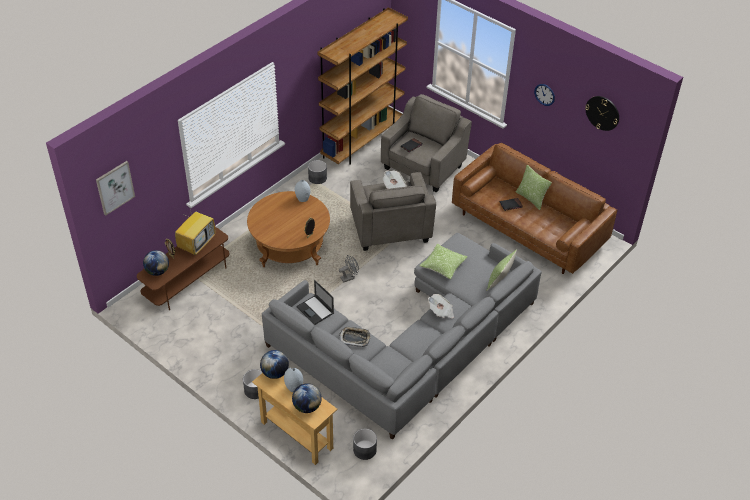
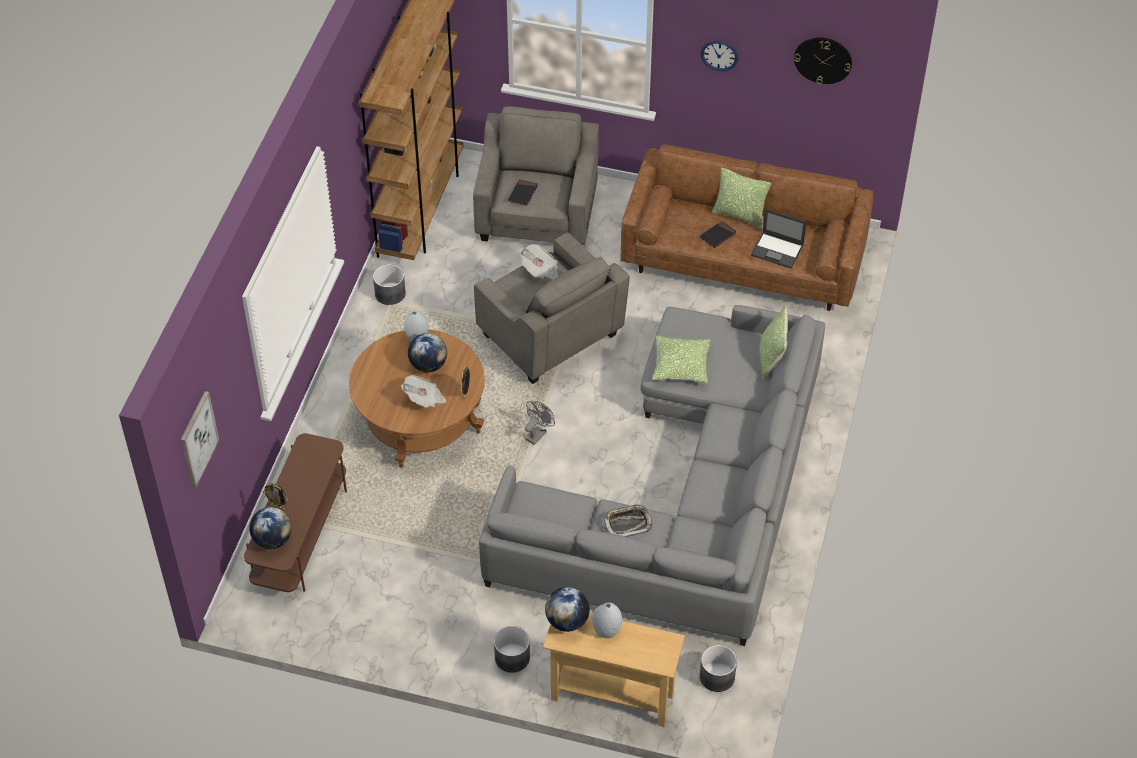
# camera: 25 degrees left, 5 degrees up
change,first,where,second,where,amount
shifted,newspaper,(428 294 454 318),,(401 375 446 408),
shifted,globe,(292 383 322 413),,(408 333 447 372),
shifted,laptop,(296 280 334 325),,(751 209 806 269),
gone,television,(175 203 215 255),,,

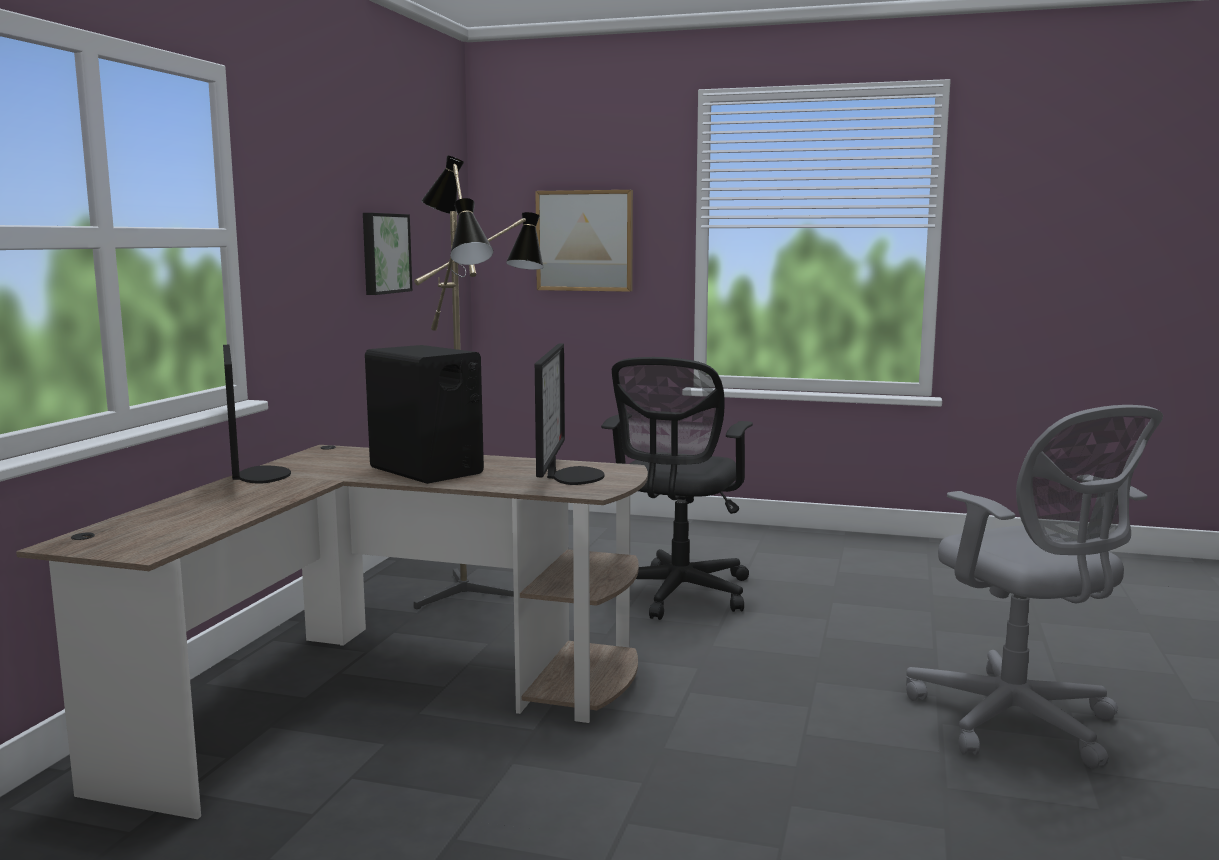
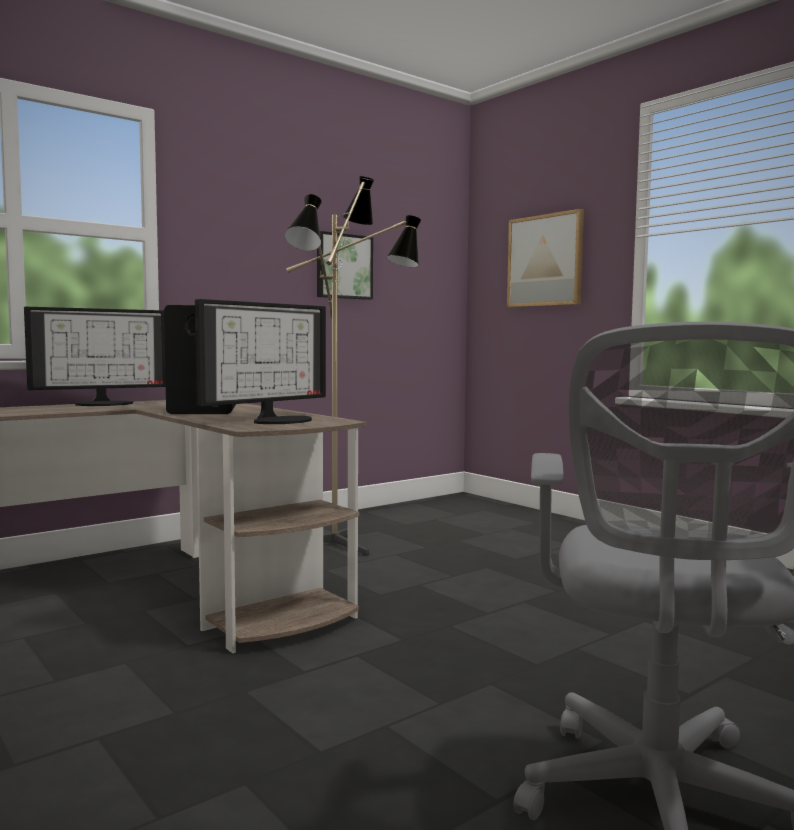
# camera: 35 degrees right, 5 degrees down
change,first,where,second,where,amount
rotated,monitor,(223 345 291 484),,(24 307 166 406),45 degrees clockwise
gone,office chair in black,(601 357 753 620),,,

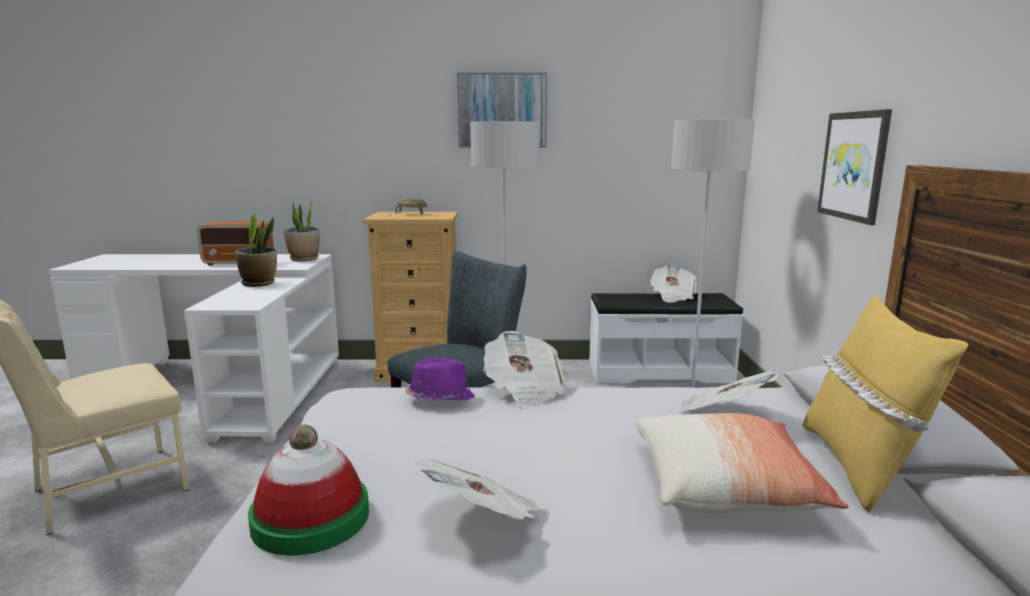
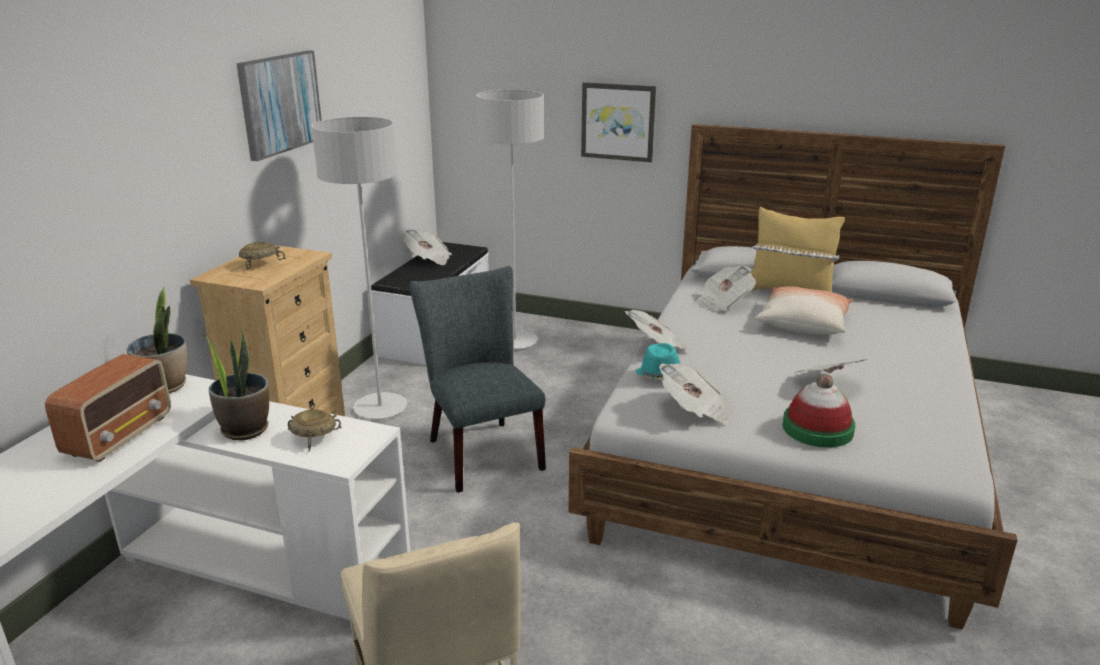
# camera: 70 degrees left, 10 degrees up
change,first,where,second,where,amount
new,,,bowl in beige,(288 409 342 452),
repainted,hat in purple,(405 357 474 401),hat in turquoise,(636 343 681 380),
new,,,newspaper,(659 363 729 424),

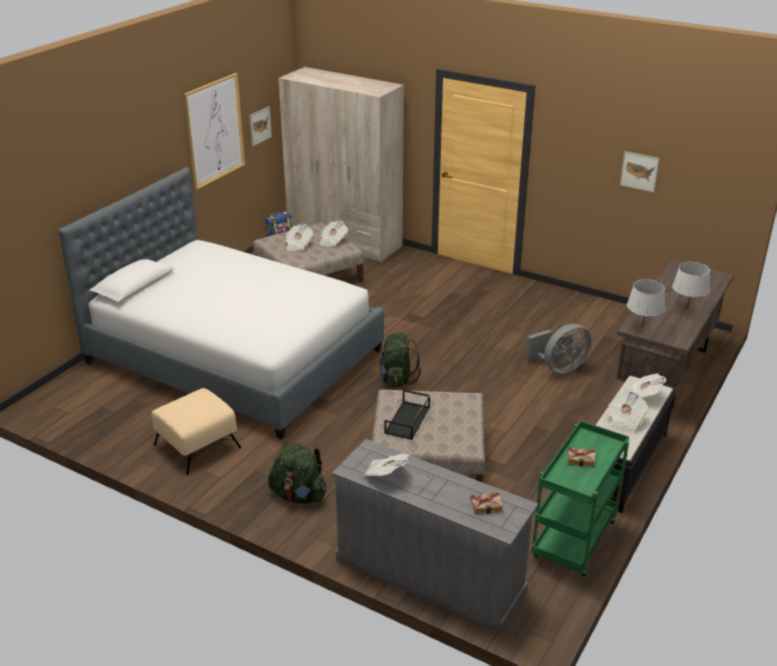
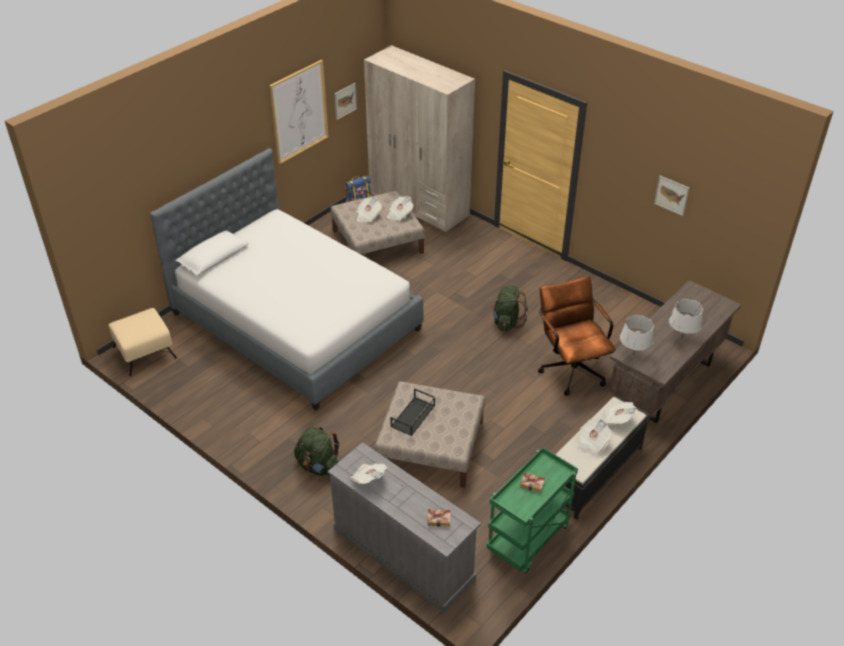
# camera: 10 degrees right, 10 degrees up
change,first,where,second,where,amount
shifted,ottoman in beige,(151 388 241 475),,(108 308 177 376),
shifted,backpack in green,(376 333 421 388),,(490 286 528 331),
swapped,fan in grey,(526 324 592 374),office chair in brown,(538 276 616 396),

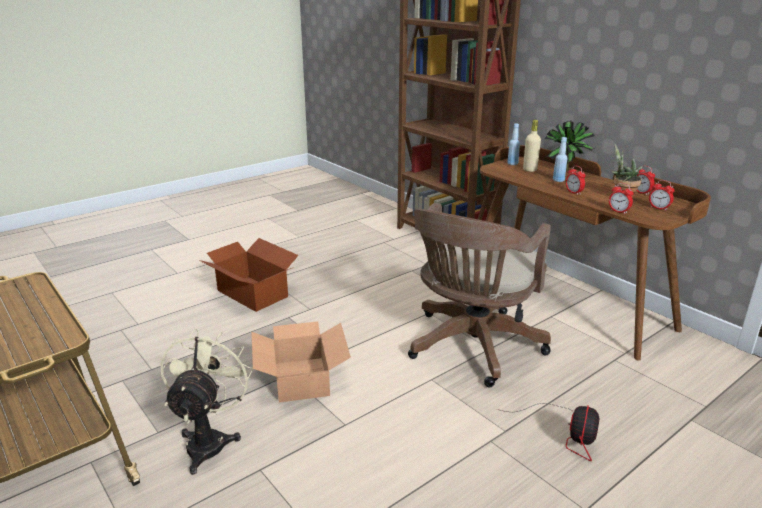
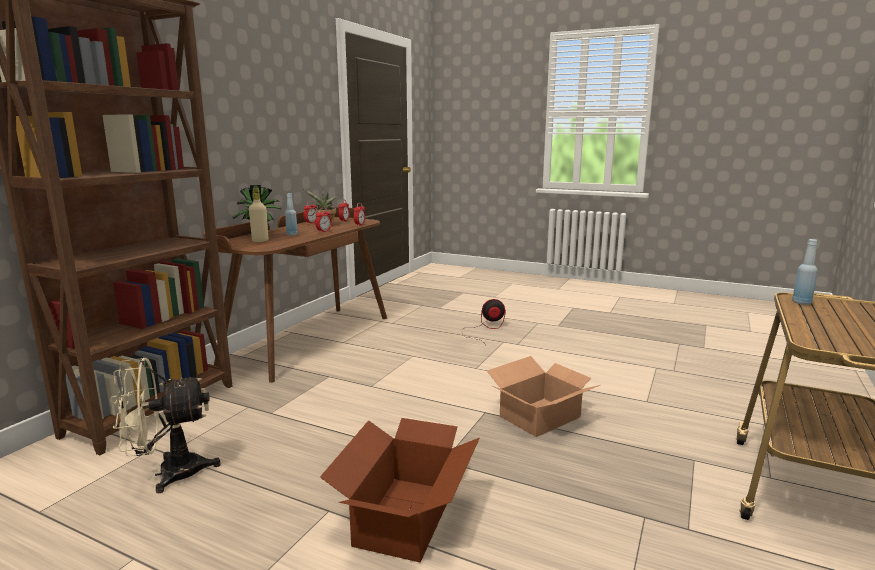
# camera: 115 degrees left, 10 degrees down
change,first,where,second,where,amount
shifted,fan in beige,(160 328 253 475),,(111 358 221 494),
shifted,bottle in blue,(507 123 520 165),,(792 239 818 305),
gone,office chair in brown,(408 203 551 387),,,

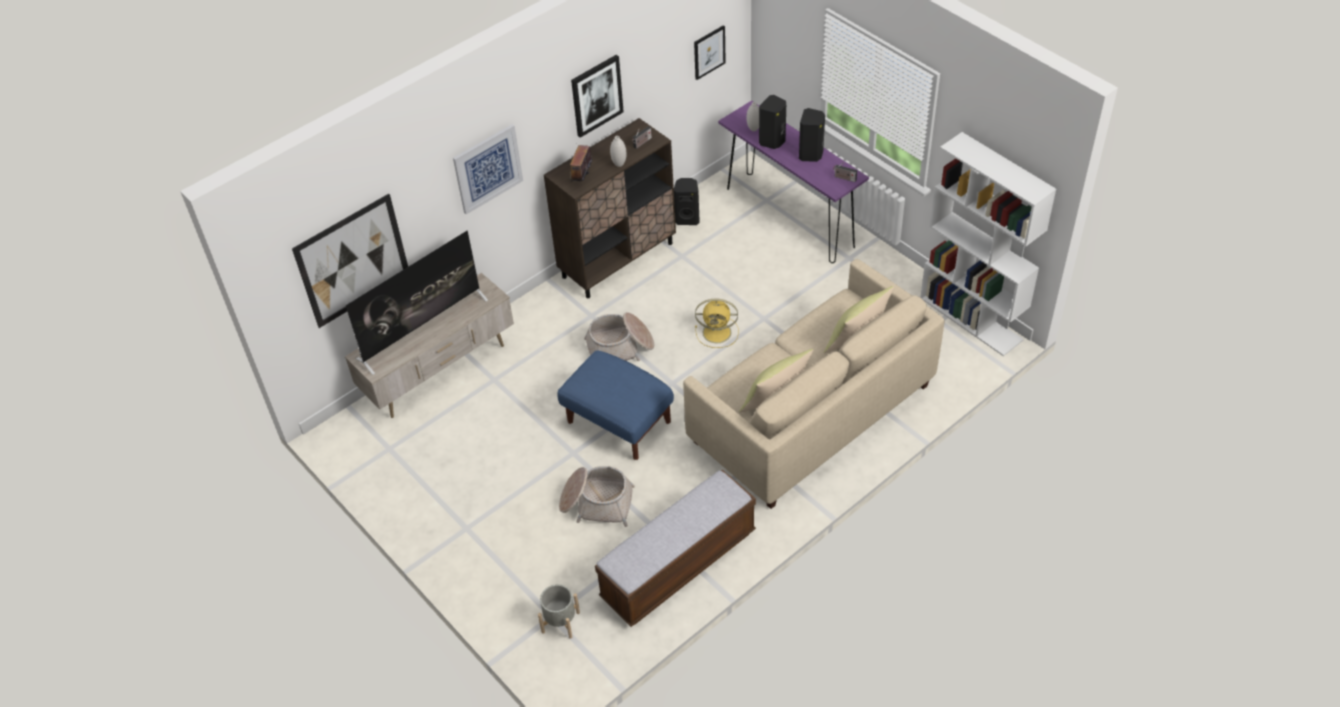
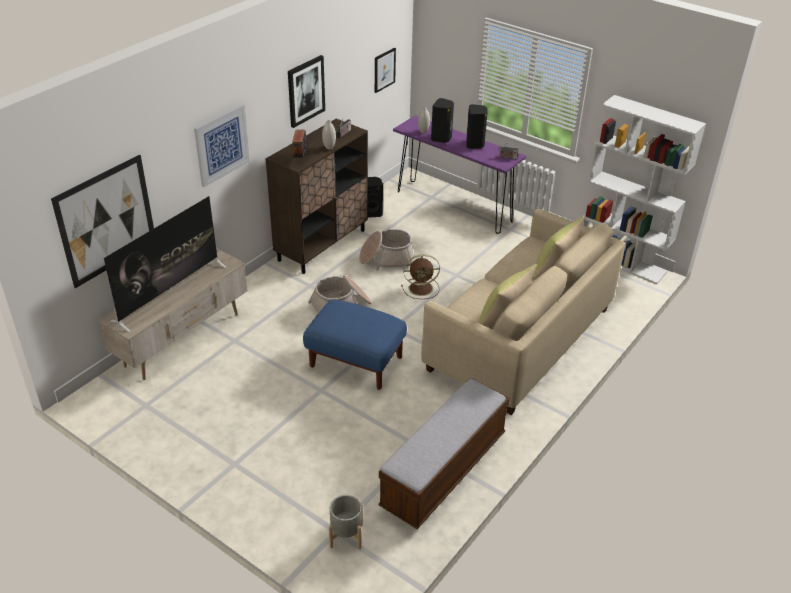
# camera: 15 degrees left, 10 degrees down
change,first,where,second,where,amount
shifted,basket,(559 466 635 527),,(359 229 414 271),
repainted,fan in yellow,(695 299 739 348),fan in brown,(401 254 440 299),

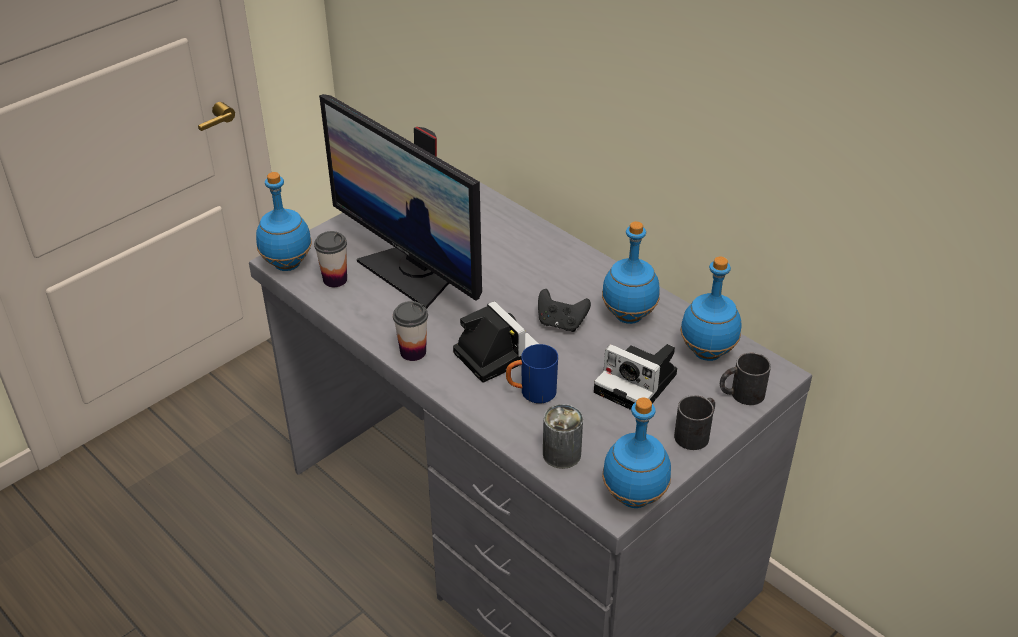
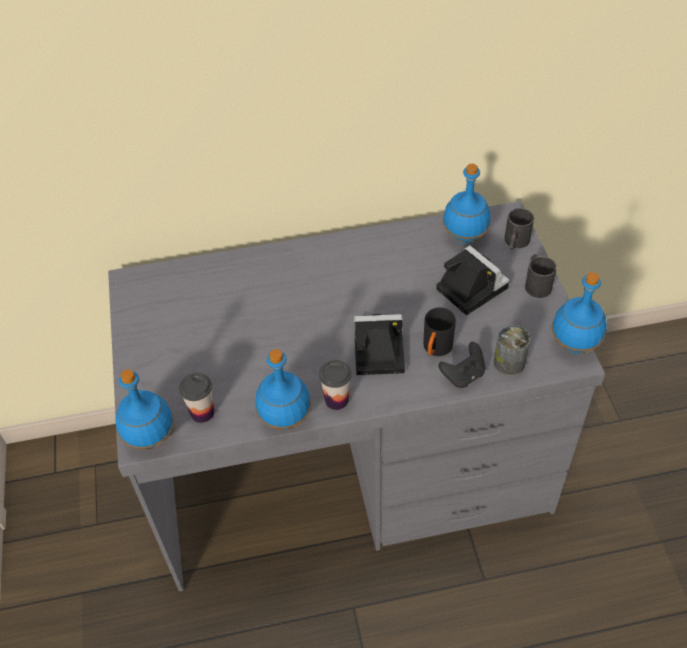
# camera: 55 degrees left, 10 degrees up
change,first,where,second,where,amount
shifted,bottle in blue,(602 221 660 324),,(255 349 311 430),
repainted,mug in blue,(506 344 558 404),mug in black,(423 307 456 356),
rotated,photo camera,(594 344 677 410),,(436 245 510 315),105 degrees counterclockwise
shifted,game controller in black,(538 289 591 332),,(438 342 485 388),
gone,monitor,(319 94 482 309),,,

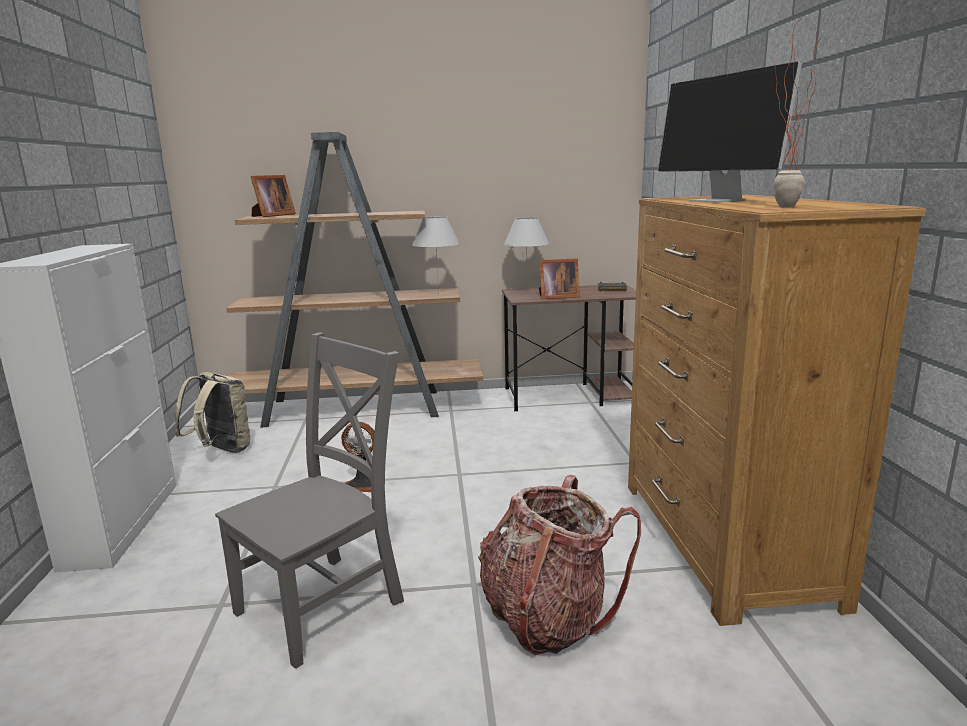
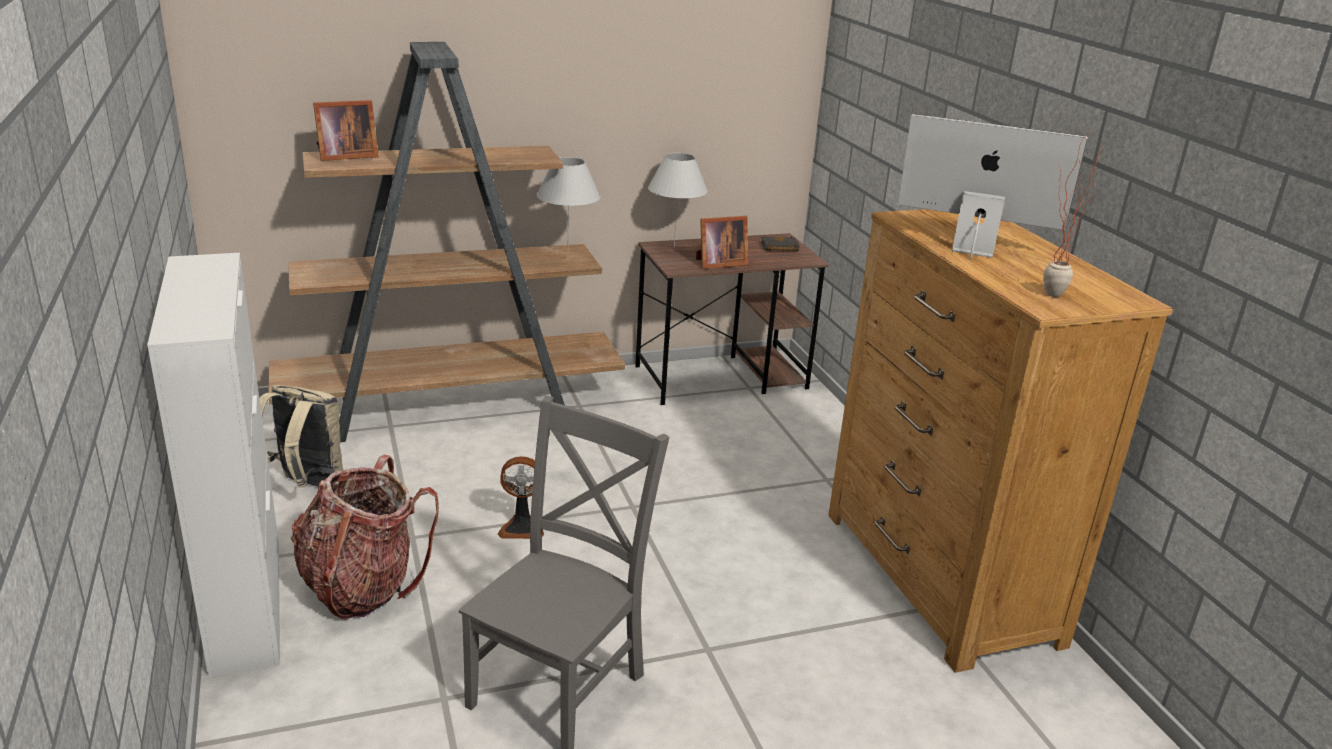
# camera: 15 degrees left, 10 degrees up
change,first,where,second,where,amount
shifted,backpack,(478 475 641 655),,(291 455 439 620),
rotated,picture frame,(251 175 296 217),,(313 100 379 161),45 degrees clockwise
rotated,monitor,(658 61 802 202),,(898 114 1088 259),150 degrees clockwise

